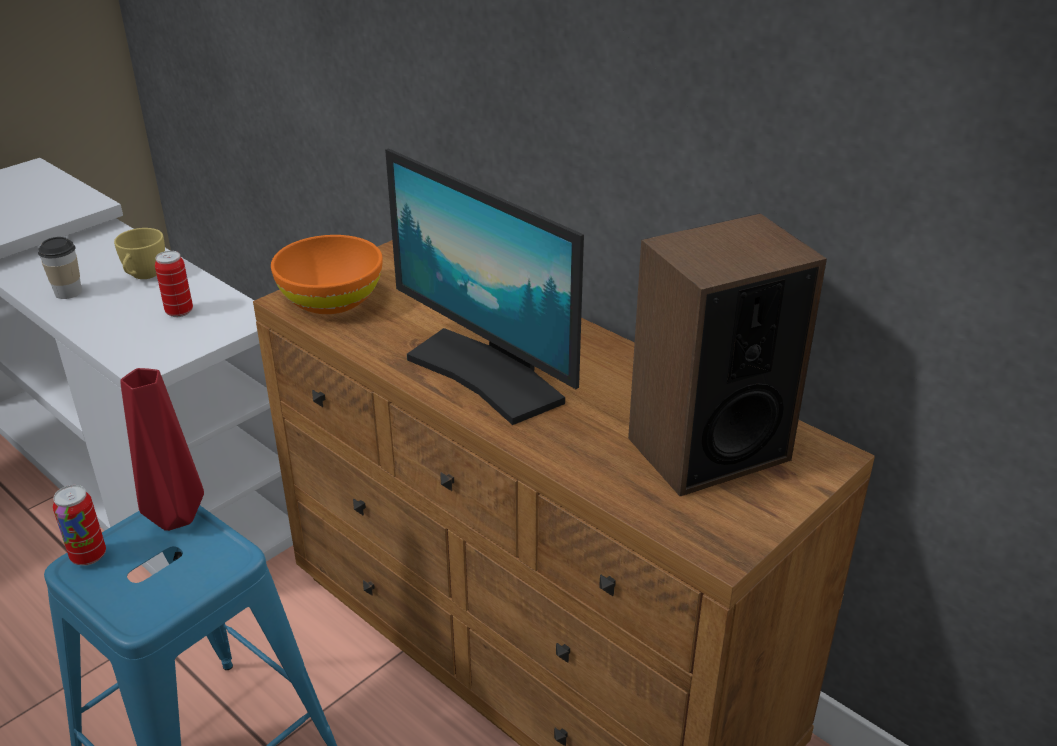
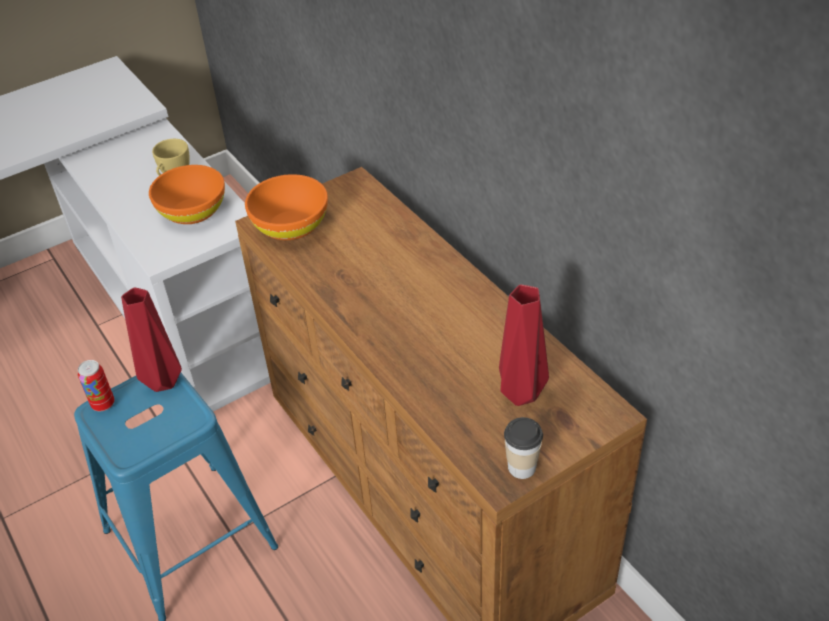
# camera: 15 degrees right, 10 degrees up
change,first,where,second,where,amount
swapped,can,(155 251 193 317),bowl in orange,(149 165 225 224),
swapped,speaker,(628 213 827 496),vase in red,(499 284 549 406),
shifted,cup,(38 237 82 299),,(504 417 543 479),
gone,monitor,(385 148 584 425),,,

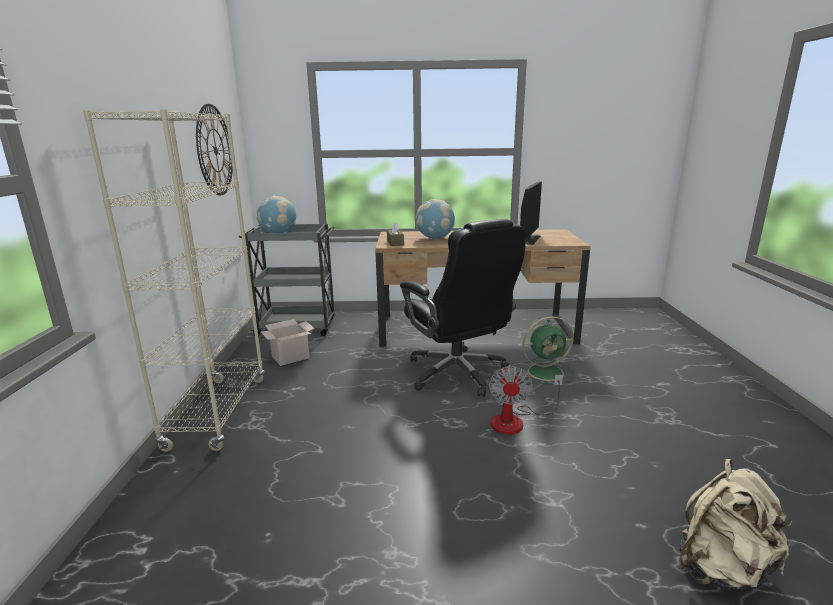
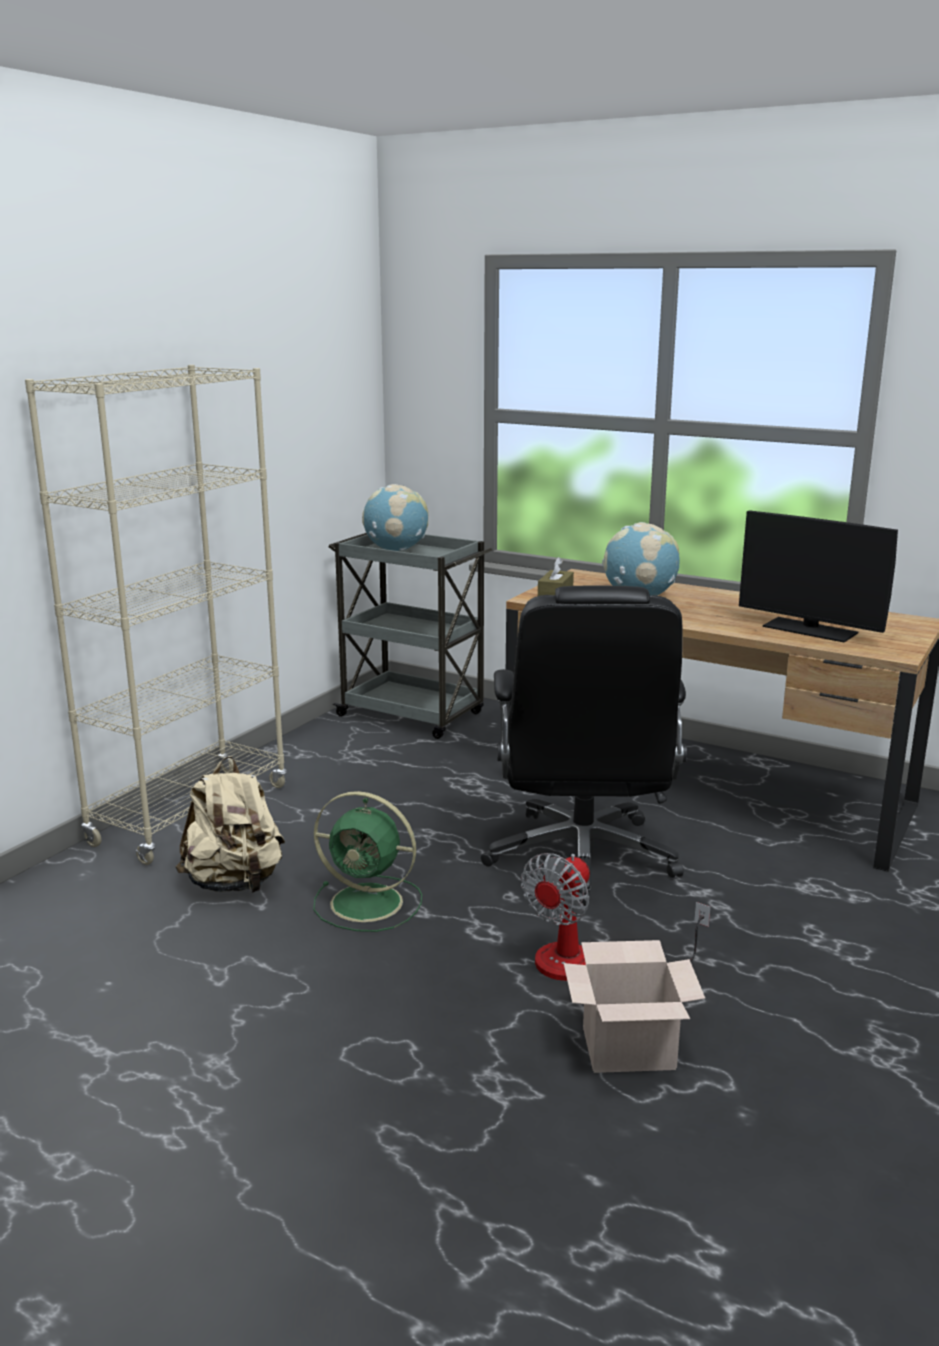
# camera: 30 degrees right, 0 degrees up
change,first,where,second,where,amount
shifted,backpack in beige,(680 459 792 591),,(175 756 285 893),
shifted,fan in green,(516 316 574 385),,(313 791 422 932),
shifted,cardboard box,(260 319 315 366),,(564 940 705 1073),
rotated,monitor,(520 181 542 245),,(739 511 898 642),75 degrees clockwise
gone,wall clock,(196 104 233 195),,,

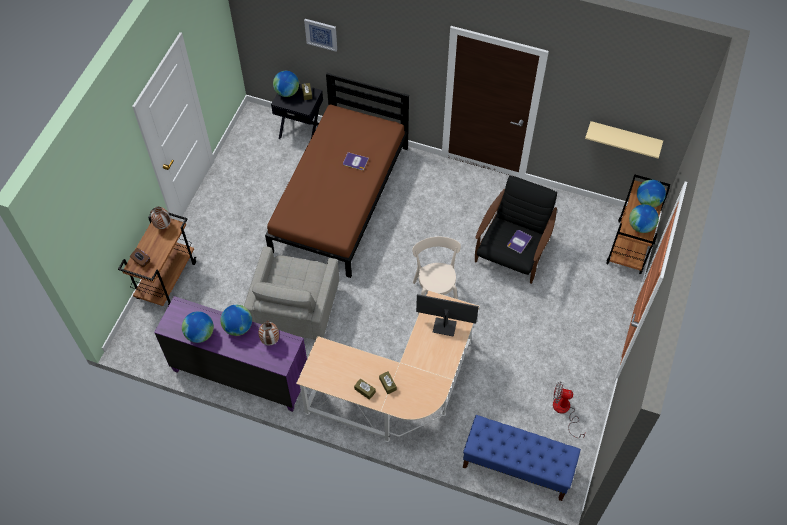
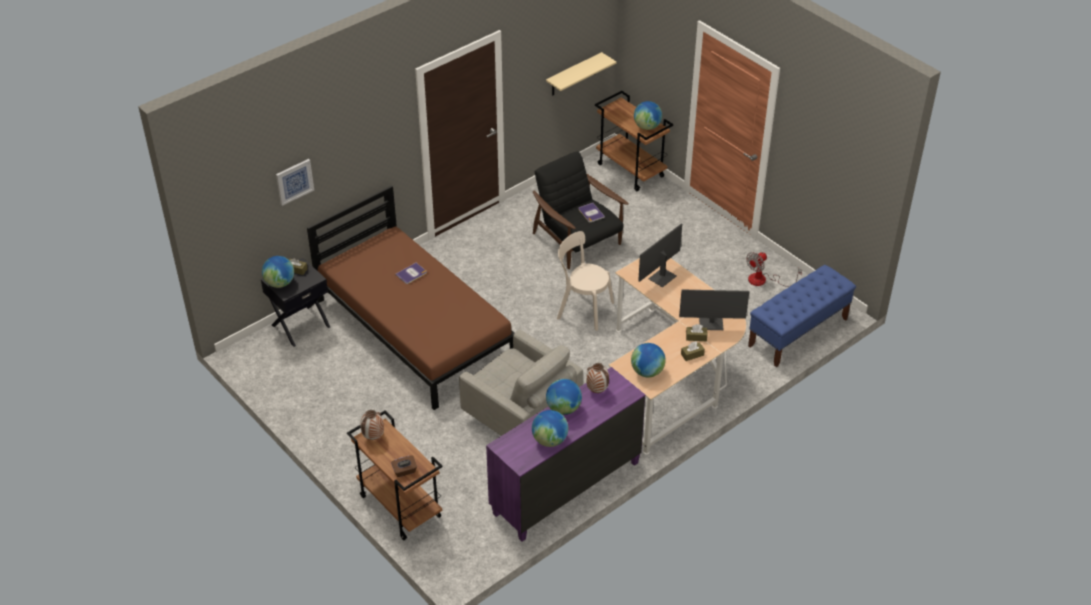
# camera: 60 degrees left, 15 degrees down
change,first,where,second,where,amount
shifted,globe,(637 179 666 208),,(631 343 666 377),
new,,,monitor,(679 289 749 330),

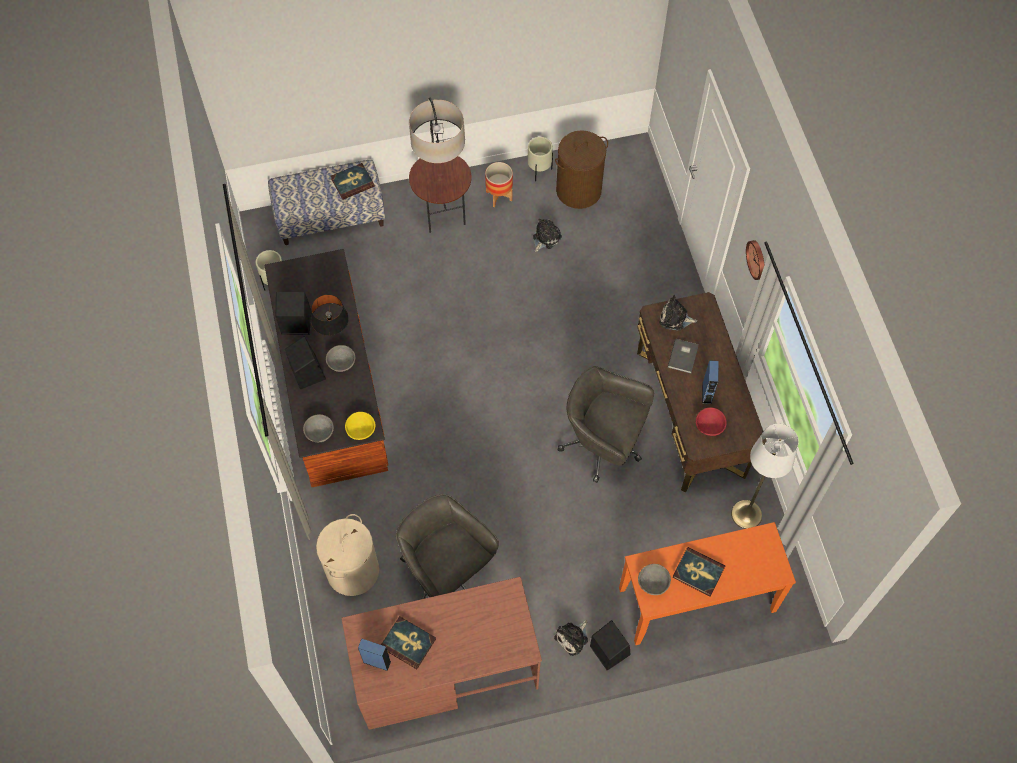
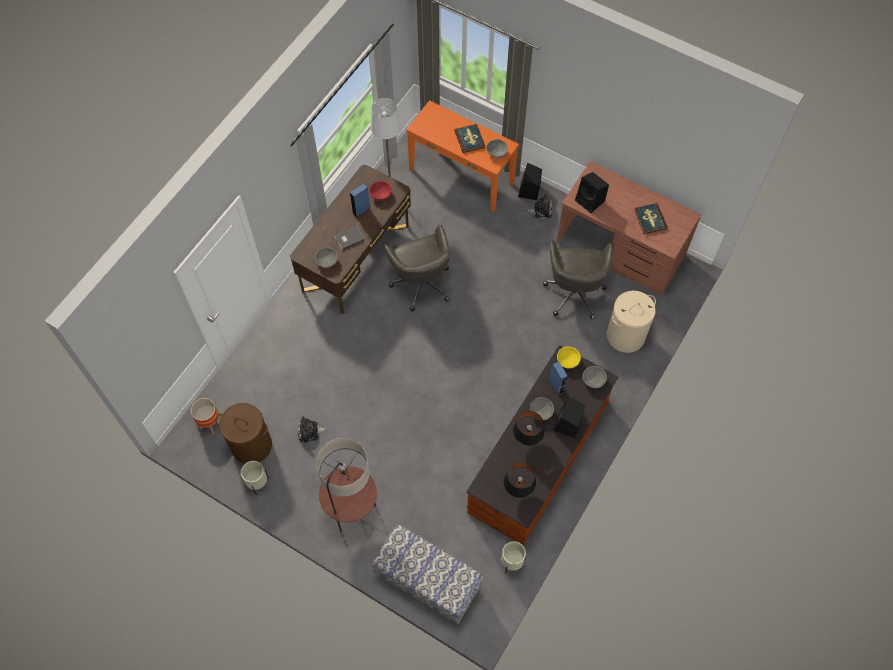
# camera: 135 degrees left, 0 degrees up
change,first,where,second,where,amount
shifted,planter,(485 162 513 207),,(191 398 221 434),
swapped,plush toy,(659 295 697 330),bowl in grey,(315 248 338 268),
new,,,table lamp in black,(503 463 536 498),
shifted,speaker in blue,(358 639 391 671),,(549 361 568 395),
shifted,speaker in black,(276 292 311 335),,(575 172 609 213),
gone,book,(331 163 375 199),,,
gone,wall clock,(746 240 764 280),,,

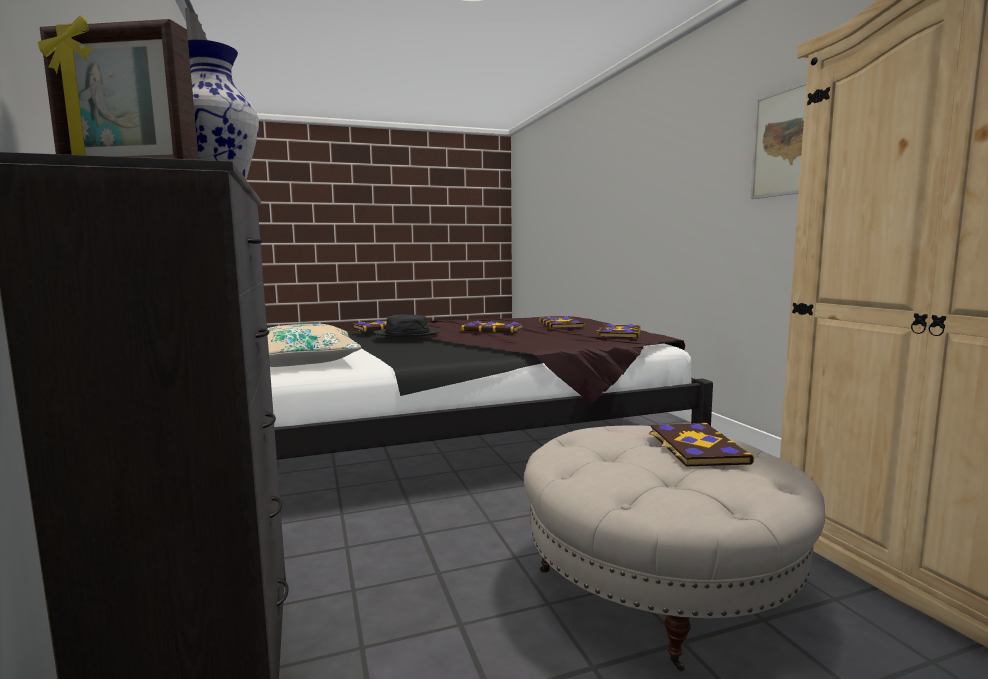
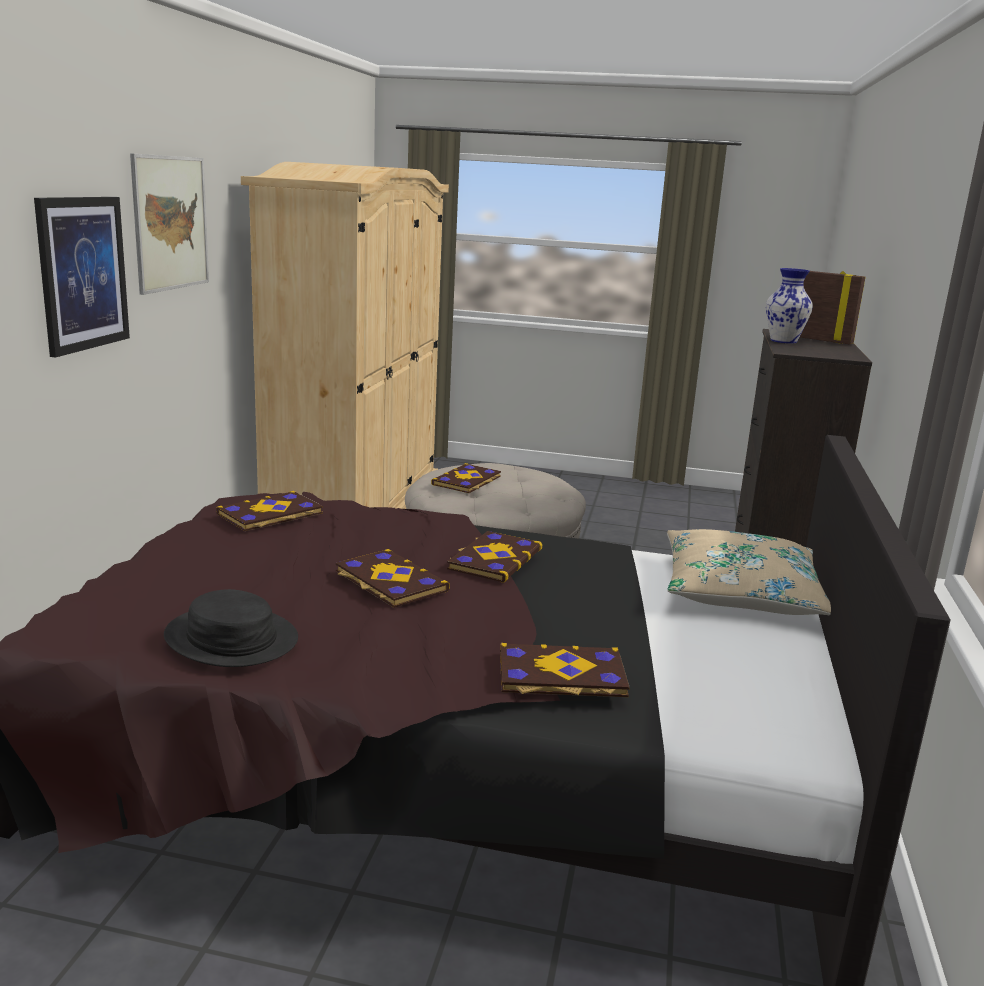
# camera: 150 degrees left, 10 degrees up
change,first,where,second,where,amount
new,,,picture,(34 197 130 357),
shifted,hat in black,(374 315 440 337),,(164 589 298 667),
shifted,book,(539 316 585 329),,(447 531 542 583),

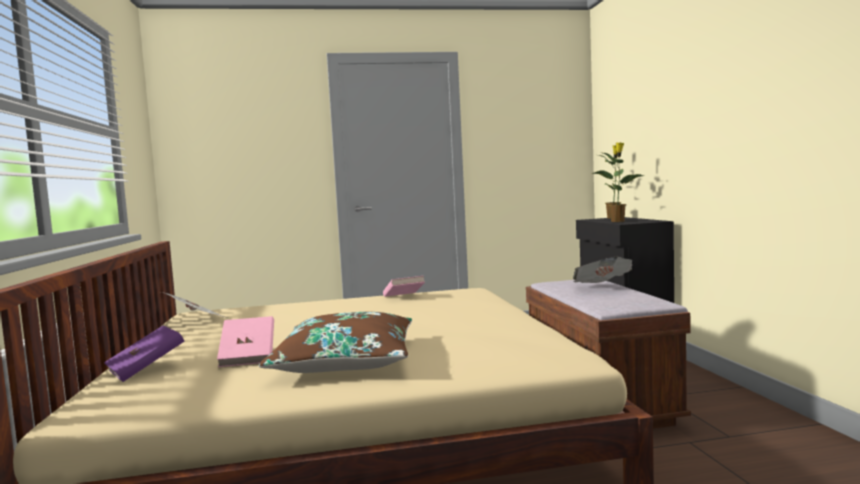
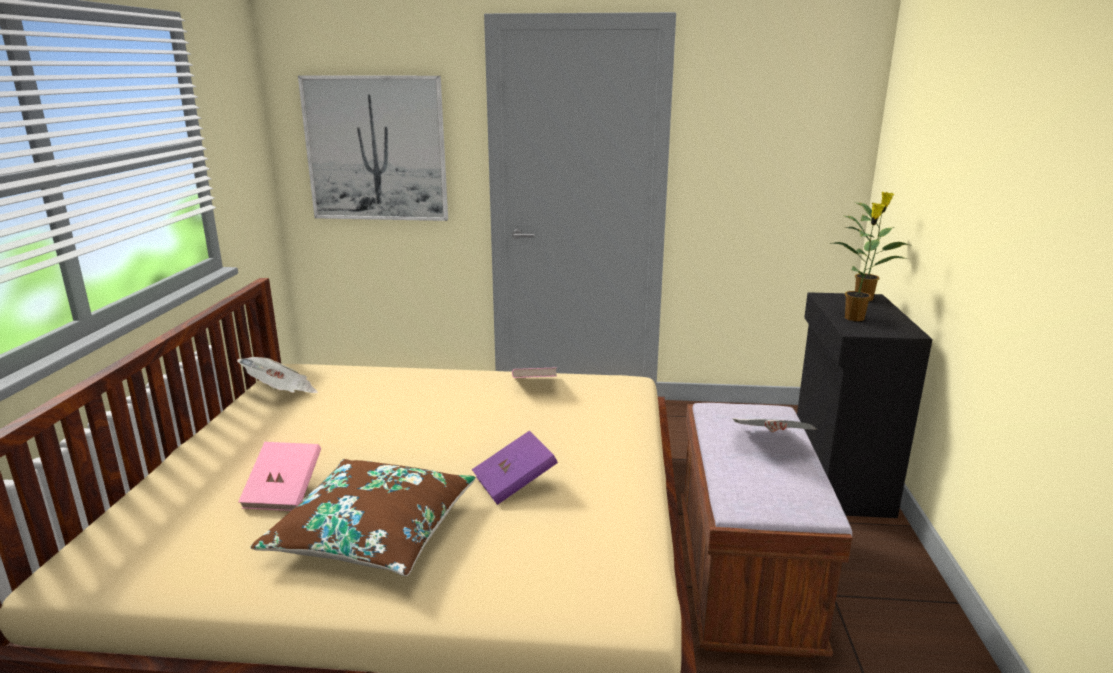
# camera: 15 degrees right, 15 degrees up
change,first,where,second,where,amount
new,,,picture,(298 75 448 221),
shifted,book in purple,(104 325 184 382),,(472 431 558 505),

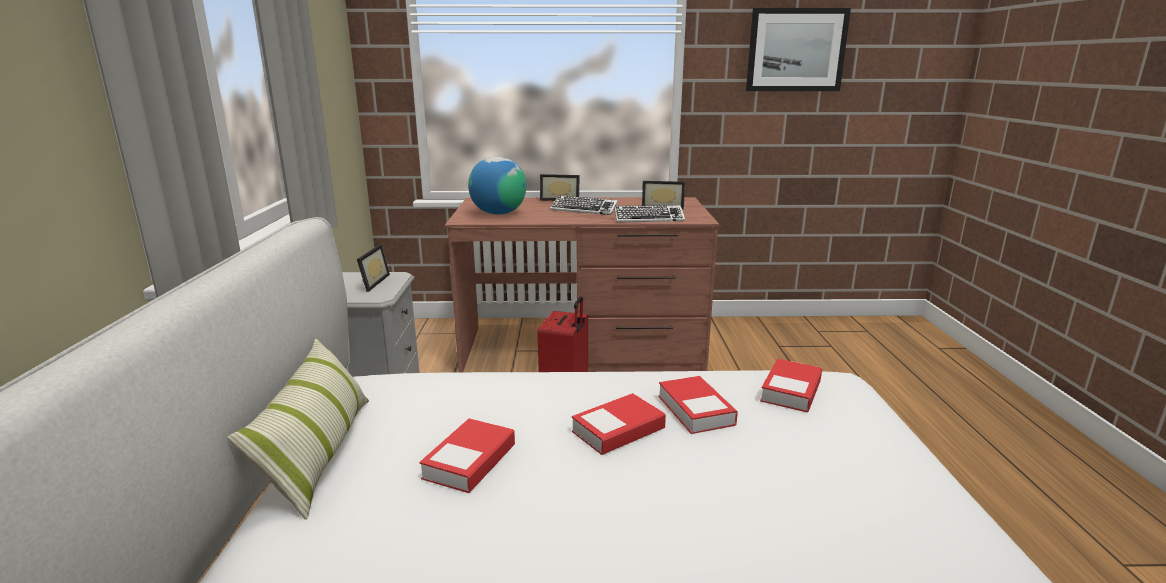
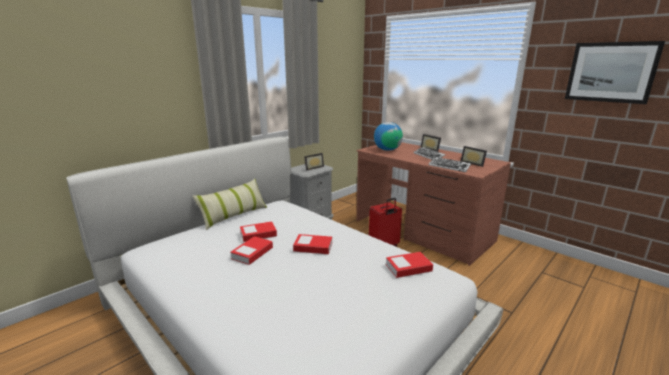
# camera: 45 degrees right, 0 degrees up
change,first,where,second,where,amount
shifted,book,(658 376 738 434),,(230 236 273 265),

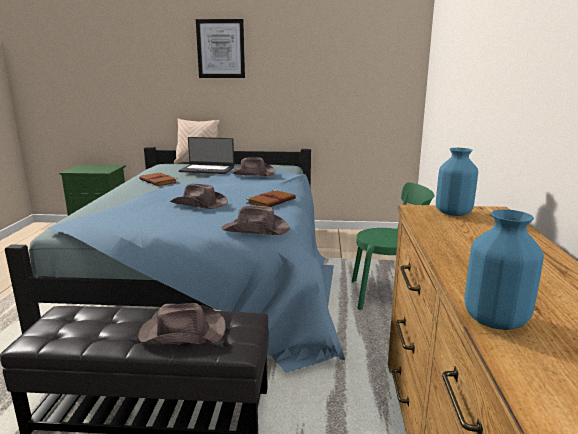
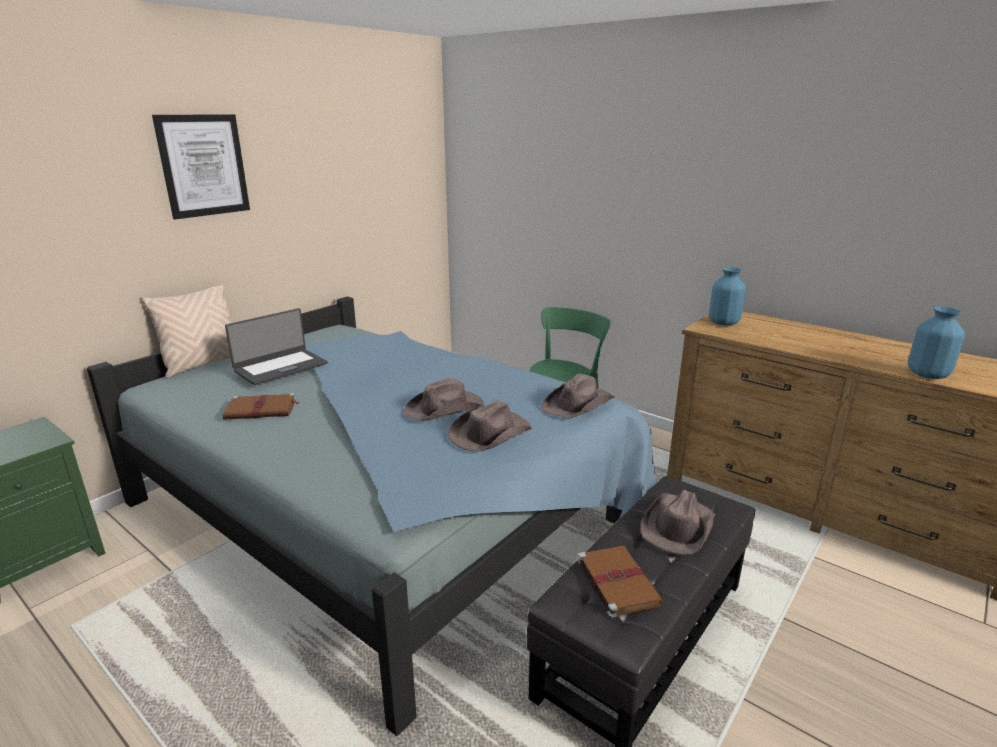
# camera: 55 degrees left, 5 degrees up
change,first,where,second,where,amount
shifted,hat in brown,(231 157 276 176),,(447 400 532 451),
shifted,book in brown,(246 190 296 207),,(577 546 664 618),

